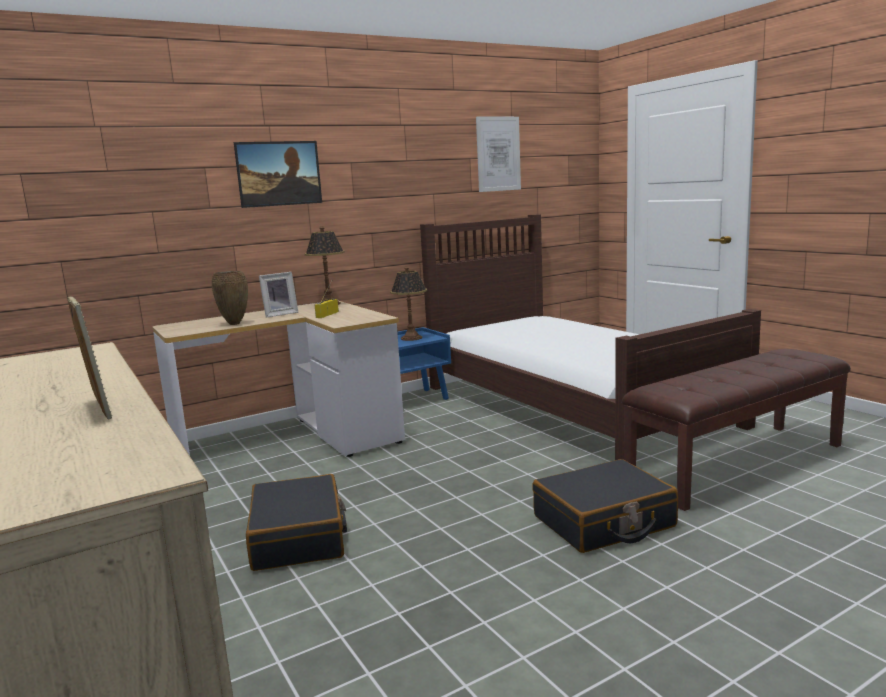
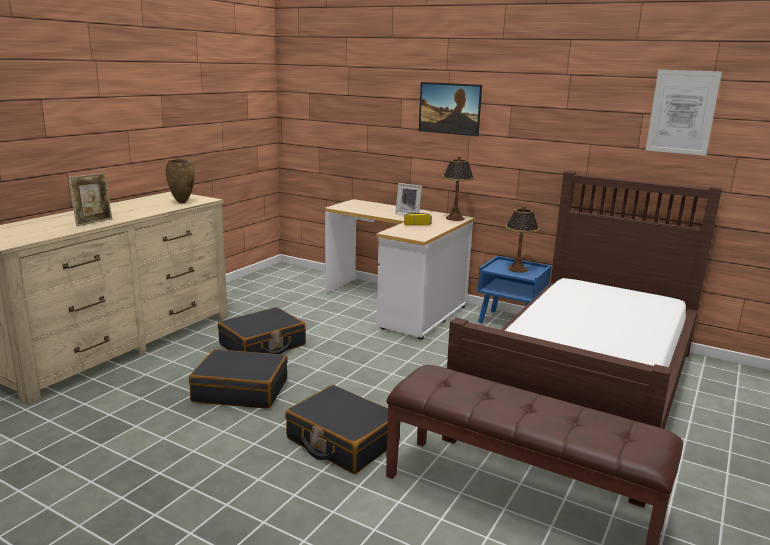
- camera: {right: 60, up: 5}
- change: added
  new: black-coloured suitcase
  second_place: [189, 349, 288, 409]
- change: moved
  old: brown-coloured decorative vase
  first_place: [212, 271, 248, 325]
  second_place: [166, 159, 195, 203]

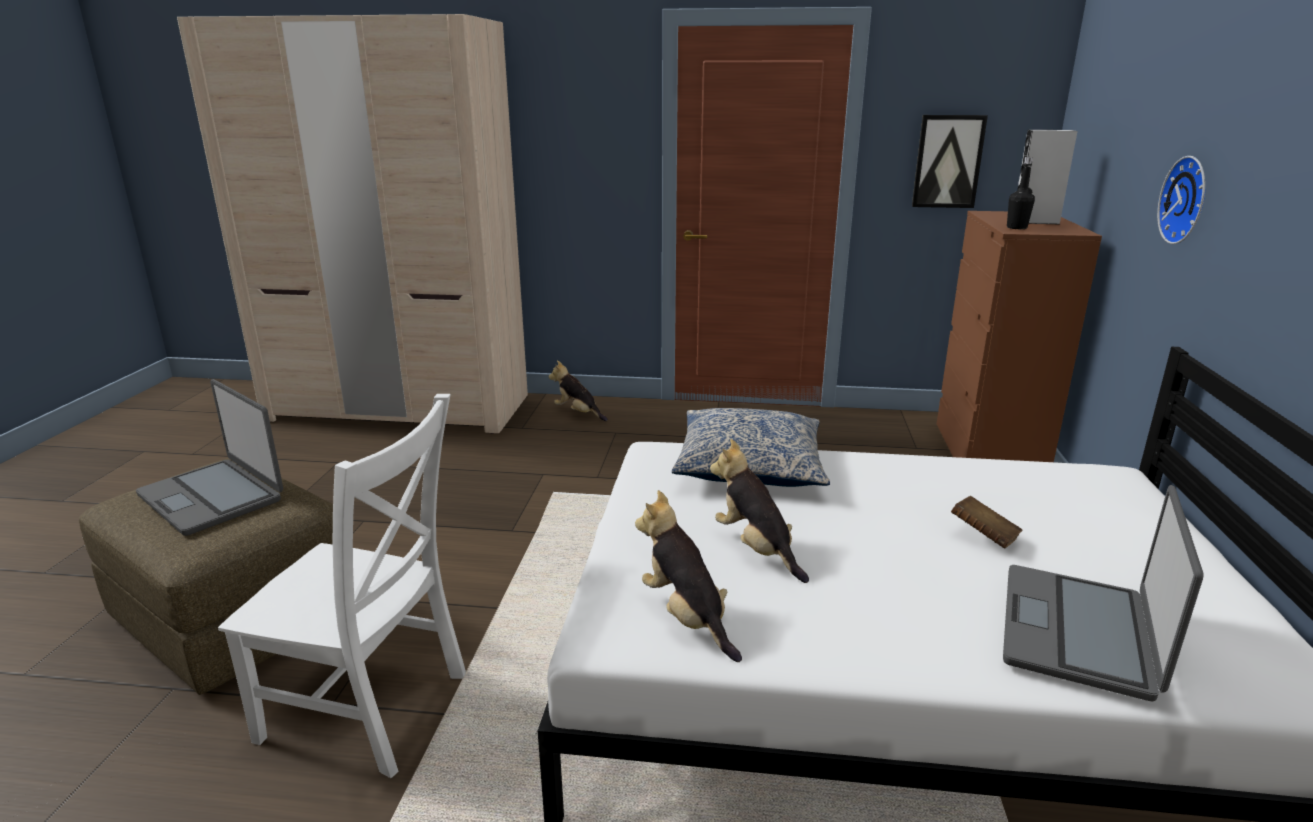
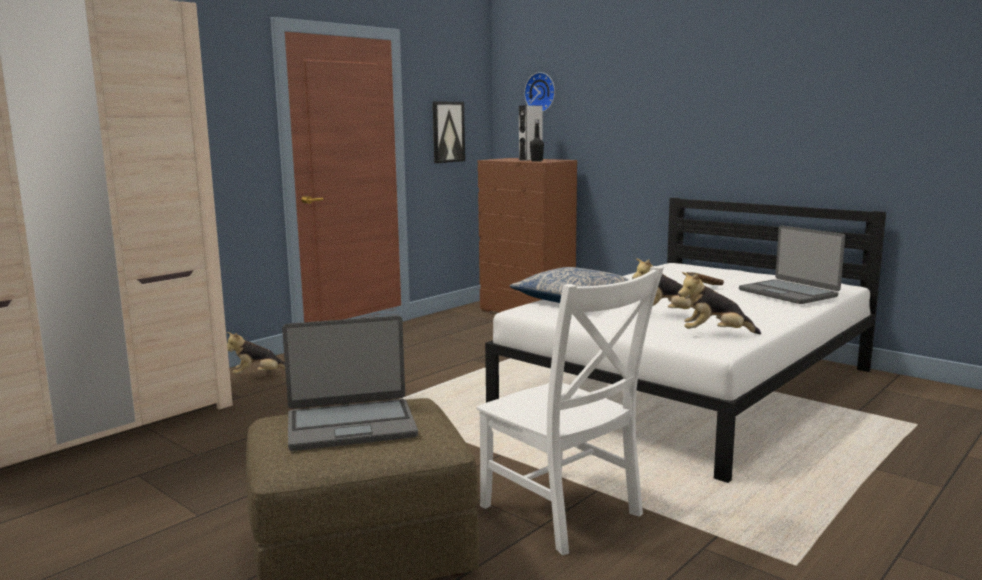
- camera: {right: -55, up: -10}
- change: moved
  old: wall clock
  first_place: [1157, 156, 1205, 244]
  second_place: [524, 72, 555, 112]
- change: turned
  old: white chair
  first_place: [218, 394, 466, 778]
  second_place: [476, 266, 664, 555]
  degrees: 90

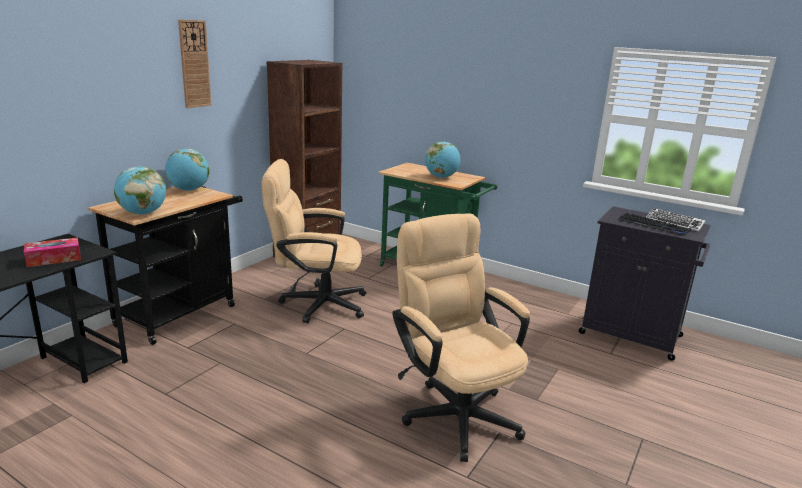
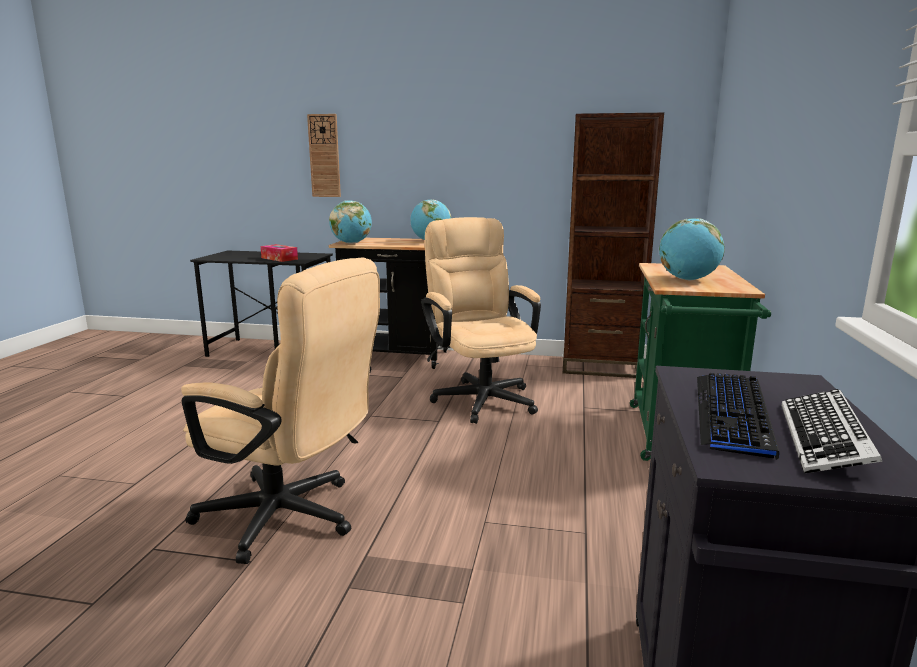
- camera: {right: 70, up: -5}
- change: moved
  old: wall clock
  first_place: [178, 19, 211, 108]
  second_place: [307, 114, 341, 197]
- change: turned
  old: beige-coloured computer chair
  first_place: [392, 213, 530, 462]
  second_place: [181, 258, 380, 564]
  degrees: 75

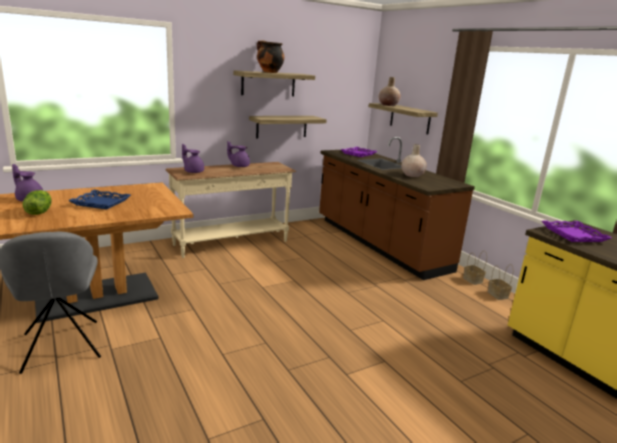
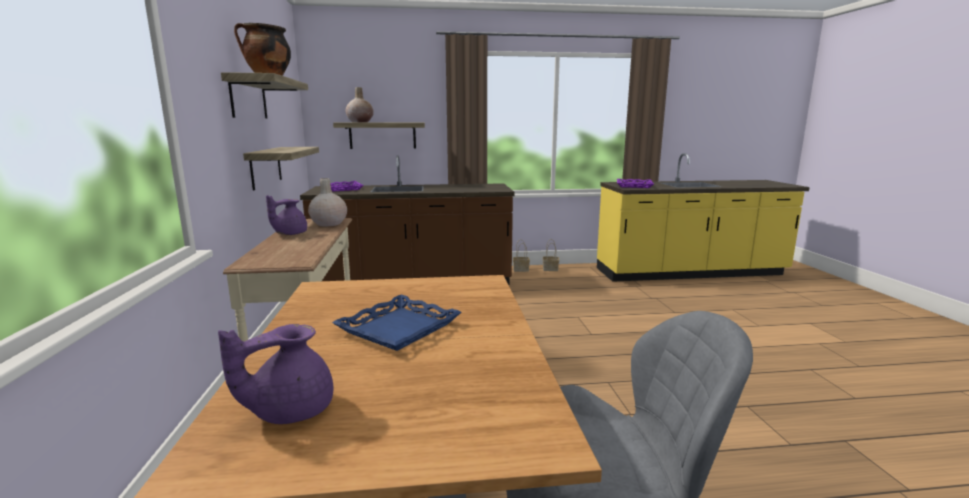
- camera: {right: -65, up: -5}
- change: removed
  old: lettuce head
  first_place: [22, 190, 52, 215]
- change: removed
  old: purple tea pot
  first_place: [182, 144, 204, 173]
- change: moved
  old: beige-coloured decorative vase
  first_place: [401, 144, 427, 177]
  second_place: [308, 178, 347, 226]

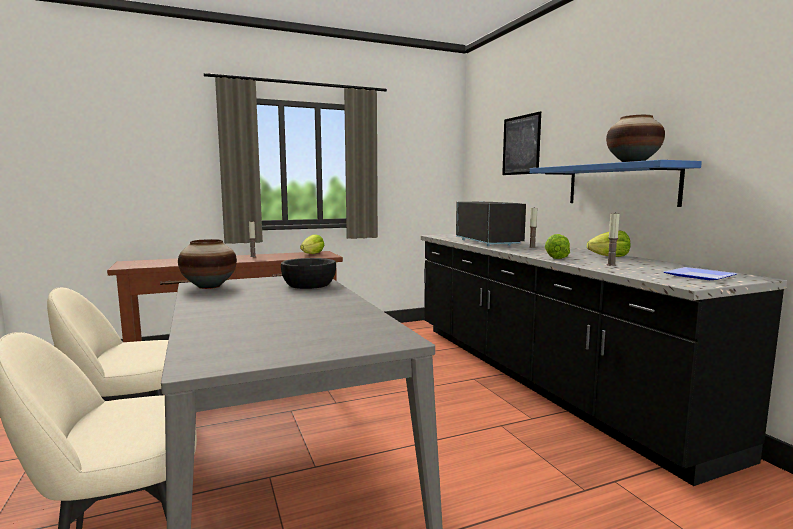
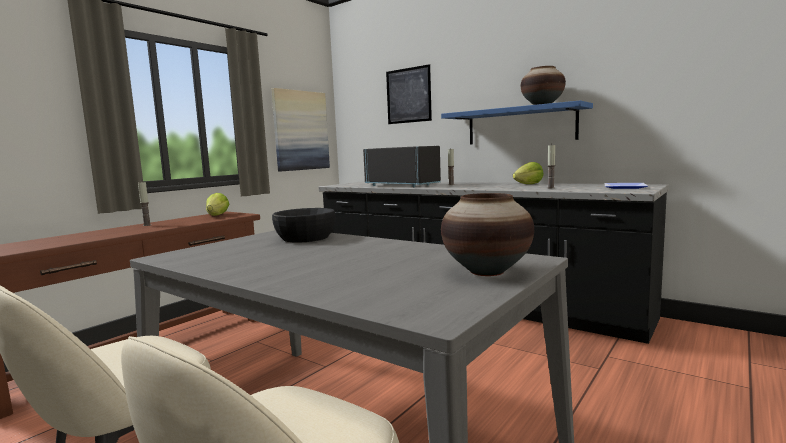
- camera: {right: -30, up: 0}
- change: removed
  old: lettuce head
  first_place: [545, 234, 570, 259]
- change: added
  new: wall art
  second_place: [271, 88, 330, 171]
- change: moved
  old: decorative vase
  first_place: [178, 239, 237, 289]
  second_place: [441, 193, 534, 276]

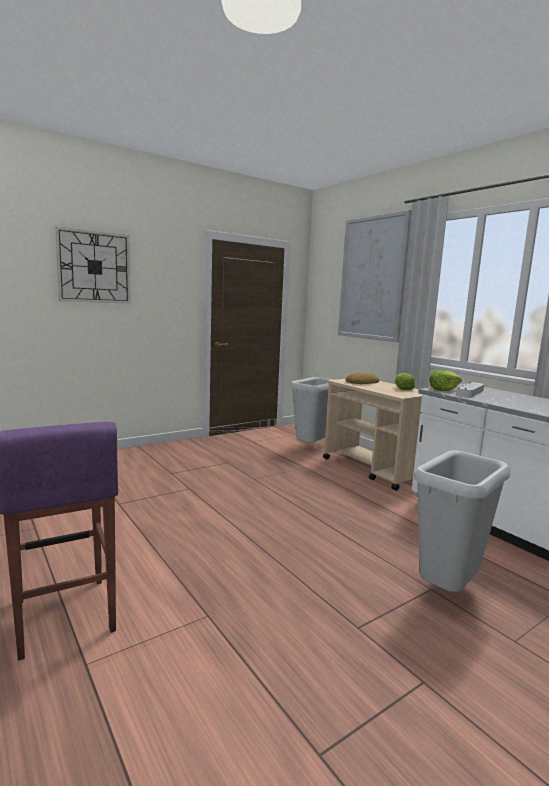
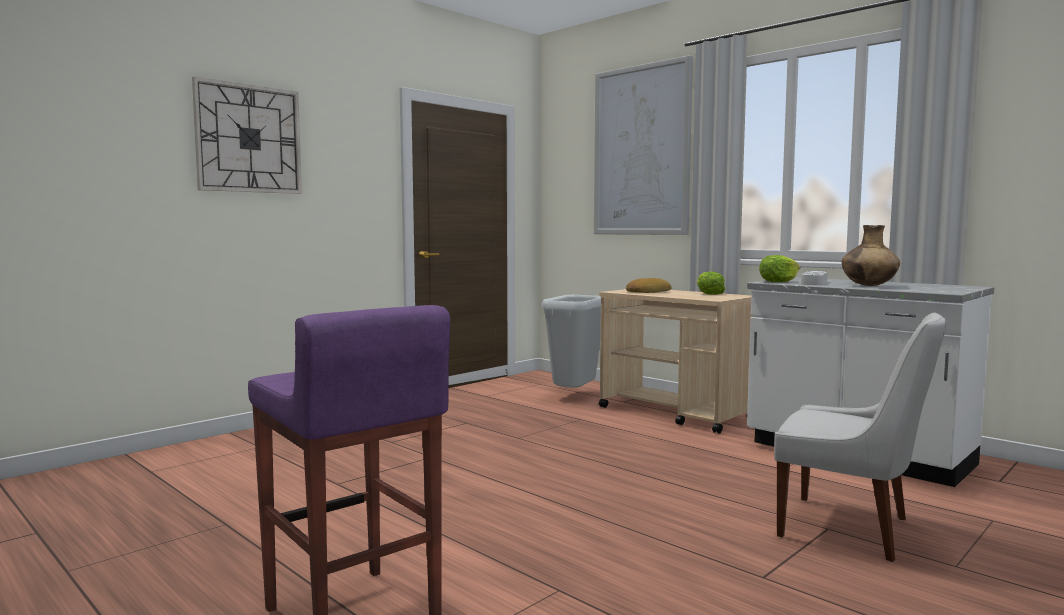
- camera: {right: -10, up: -5}
- change: added
  new: brown-coloured decorative vase
  second_place: [842, 225, 900, 286]
- change: replaced
  old: gray trash can
  new: white chair
  first_place: [414, 450, 510, 592]
  second_place: [774, 312, 947, 562]

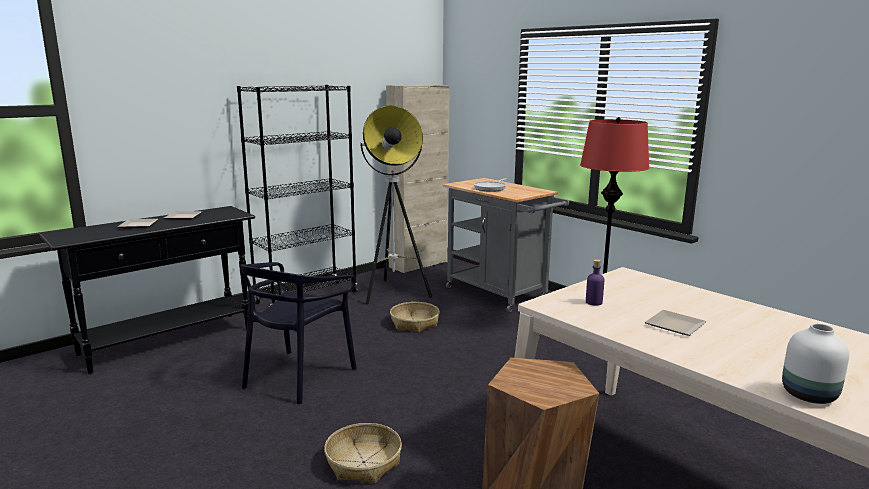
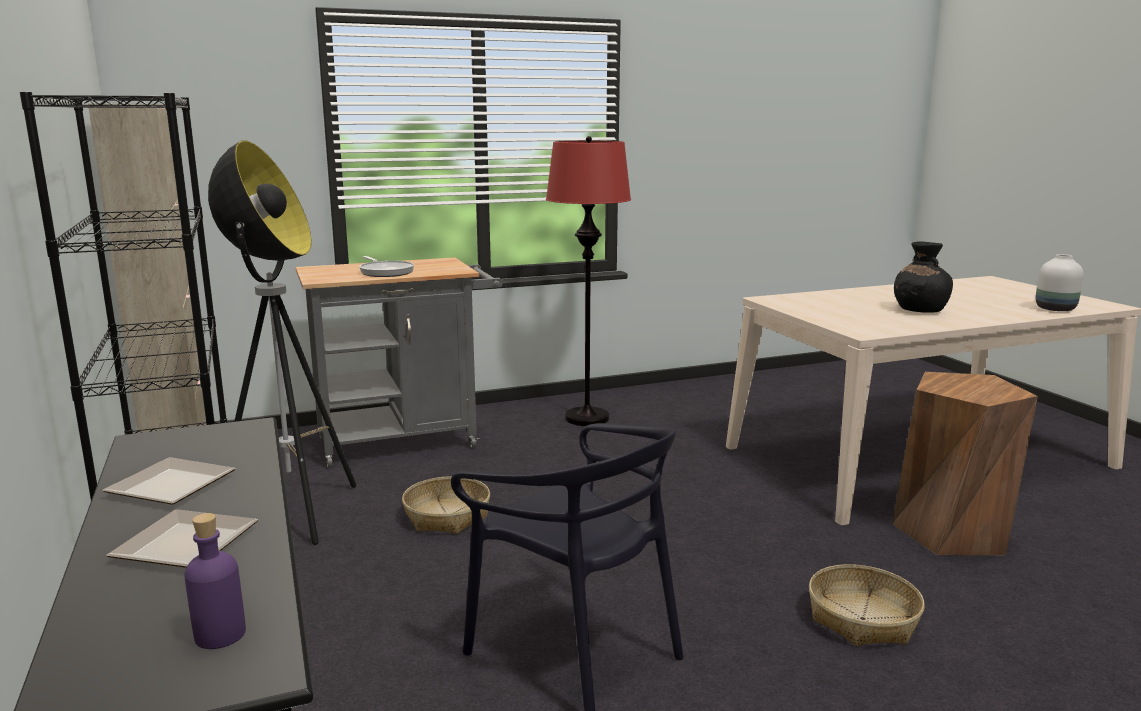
- camera: {right: -70, up: 0}
- change: moved
  old: purple beverage bottle
  first_place: [586, 259, 605, 306]
  second_place: [184, 513, 246, 649]
- change: replaced
  old: plate
  new: black-coloured decorative vase
  first_place: [645, 310, 707, 336]
  second_place: [894, 241, 953, 313]

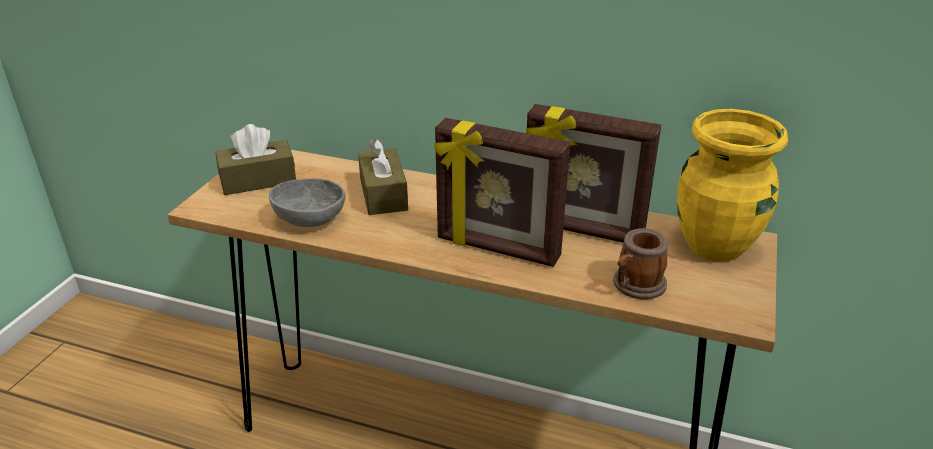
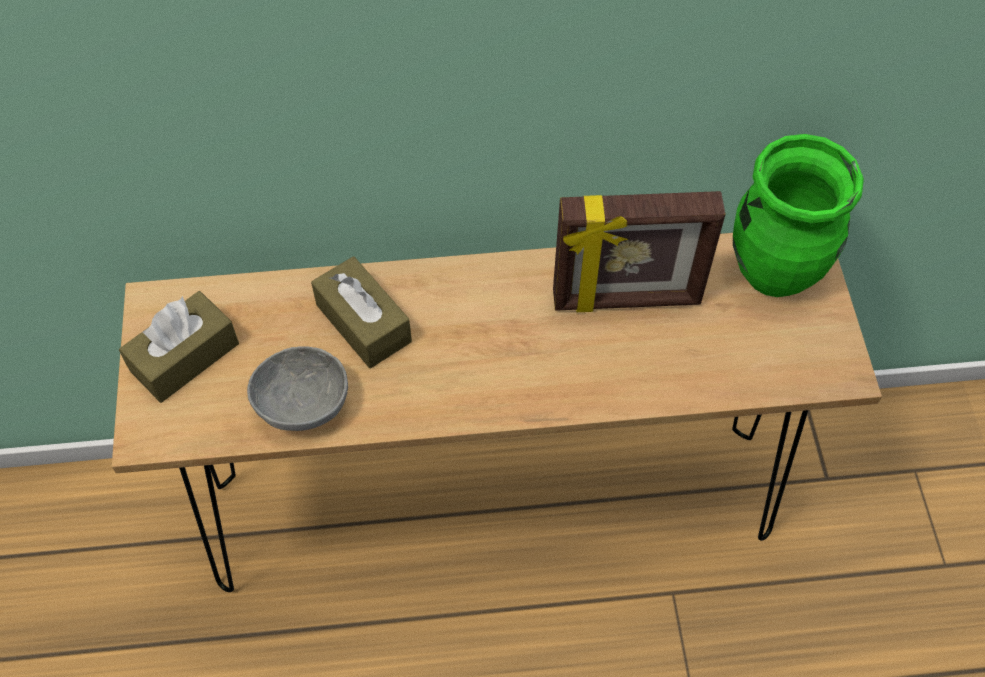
- camera: {right: -25, up: 25}
- change: removed
  old: photo frame
  first_place: [434, 118, 570, 267]
- change: removed
  old: mug
  first_place: [613, 228, 668, 299]
- change: recoloured
  old: yellowish decorative vase
  new: green decorative vase
  first_place: [677, 109, 788, 262]
  second_place: [733, 134, 864, 297]

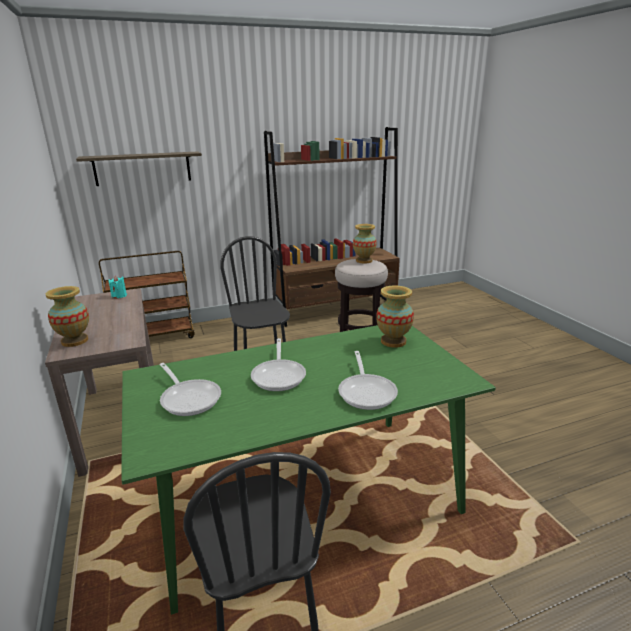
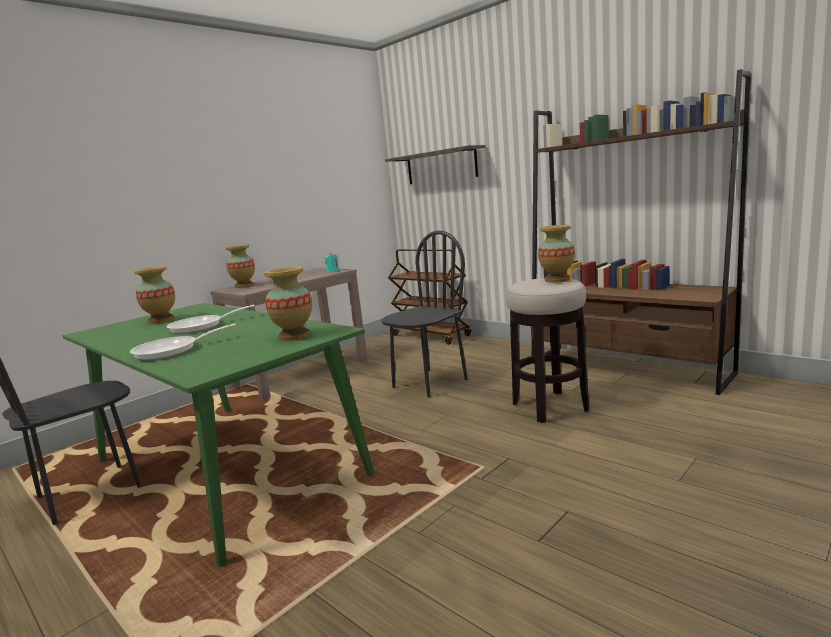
- camera: {right: 65, up: -10}
- change: replaced
  old: skillet
  new: decorative vase
  first_place: [160, 363, 221, 416]
  second_place: [134, 266, 175, 324]

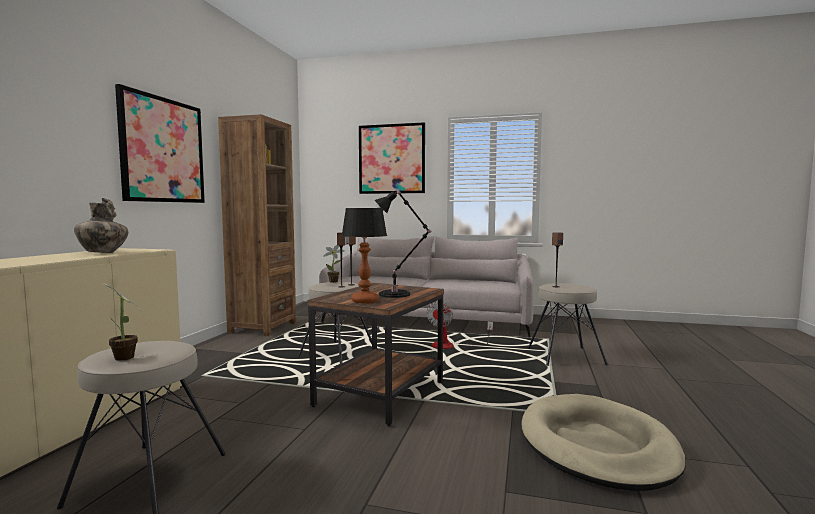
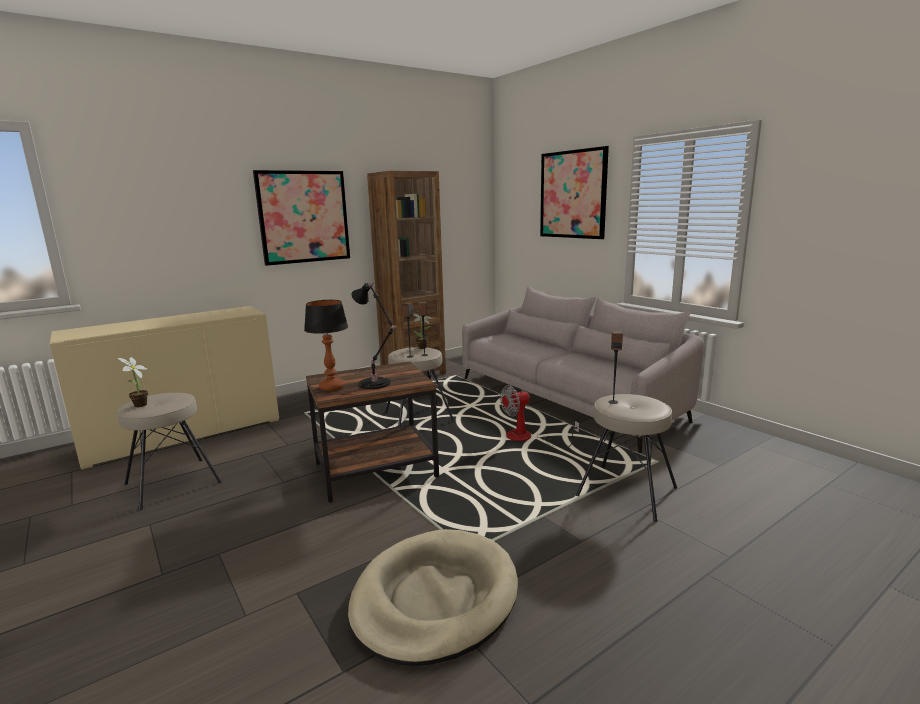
- camera: {right: 40, up: 10}
- change: removed
  old: decorative vase
  first_place: [74, 198, 128, 253]

